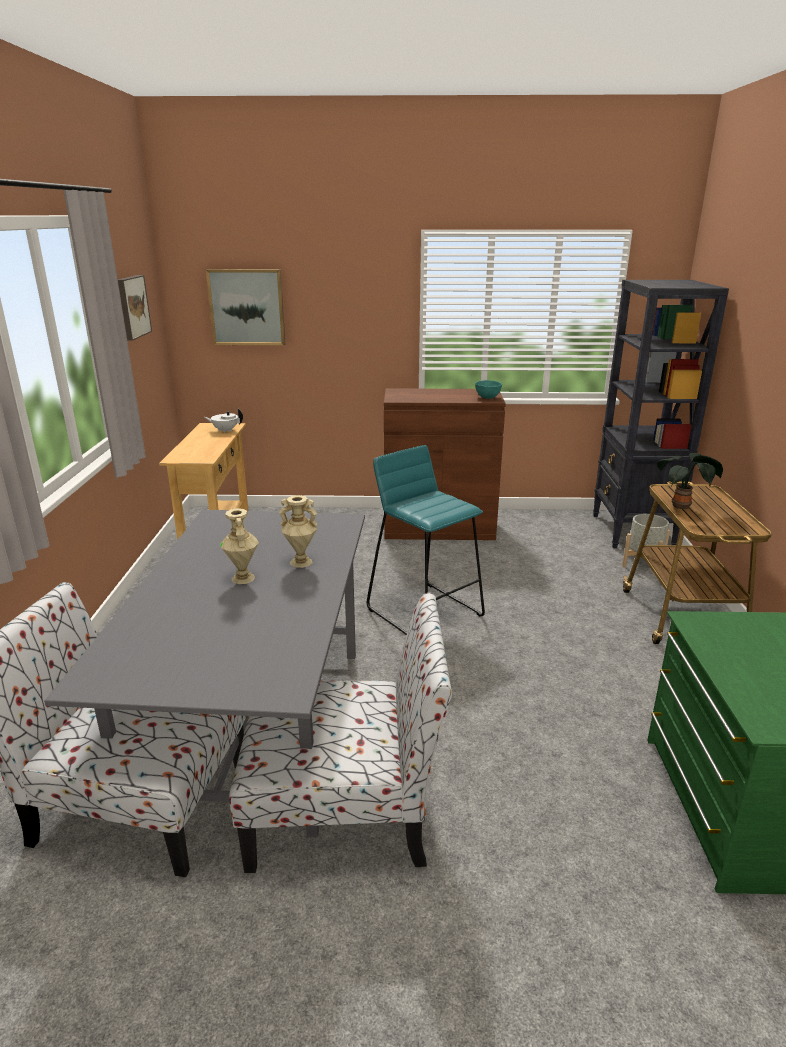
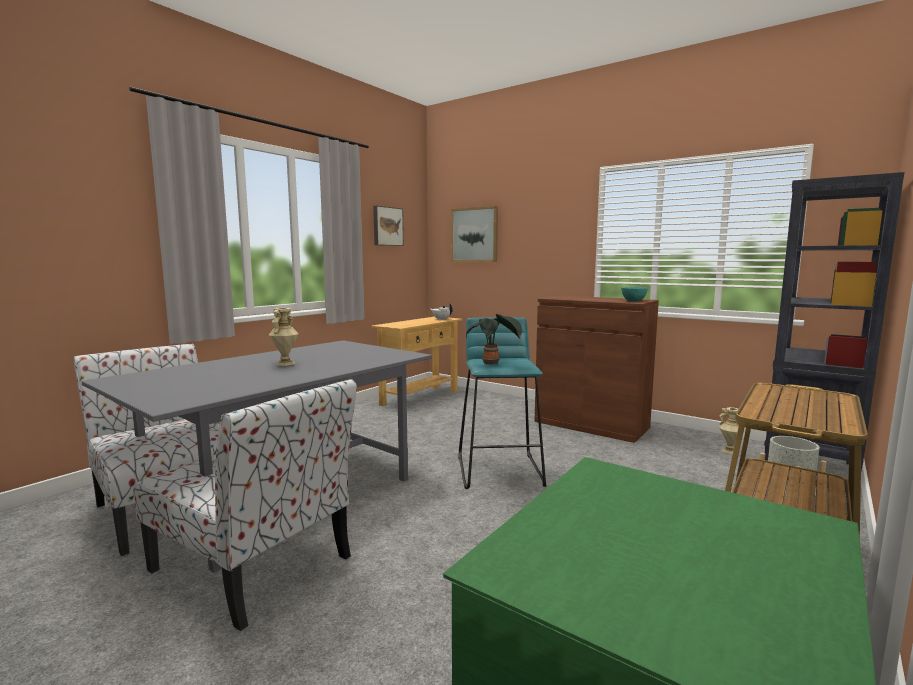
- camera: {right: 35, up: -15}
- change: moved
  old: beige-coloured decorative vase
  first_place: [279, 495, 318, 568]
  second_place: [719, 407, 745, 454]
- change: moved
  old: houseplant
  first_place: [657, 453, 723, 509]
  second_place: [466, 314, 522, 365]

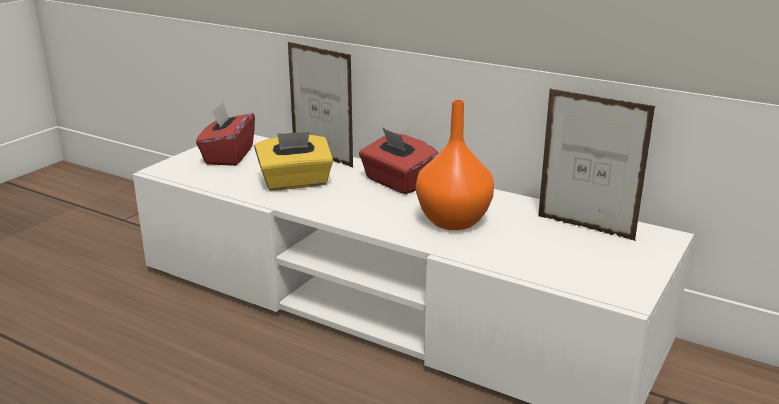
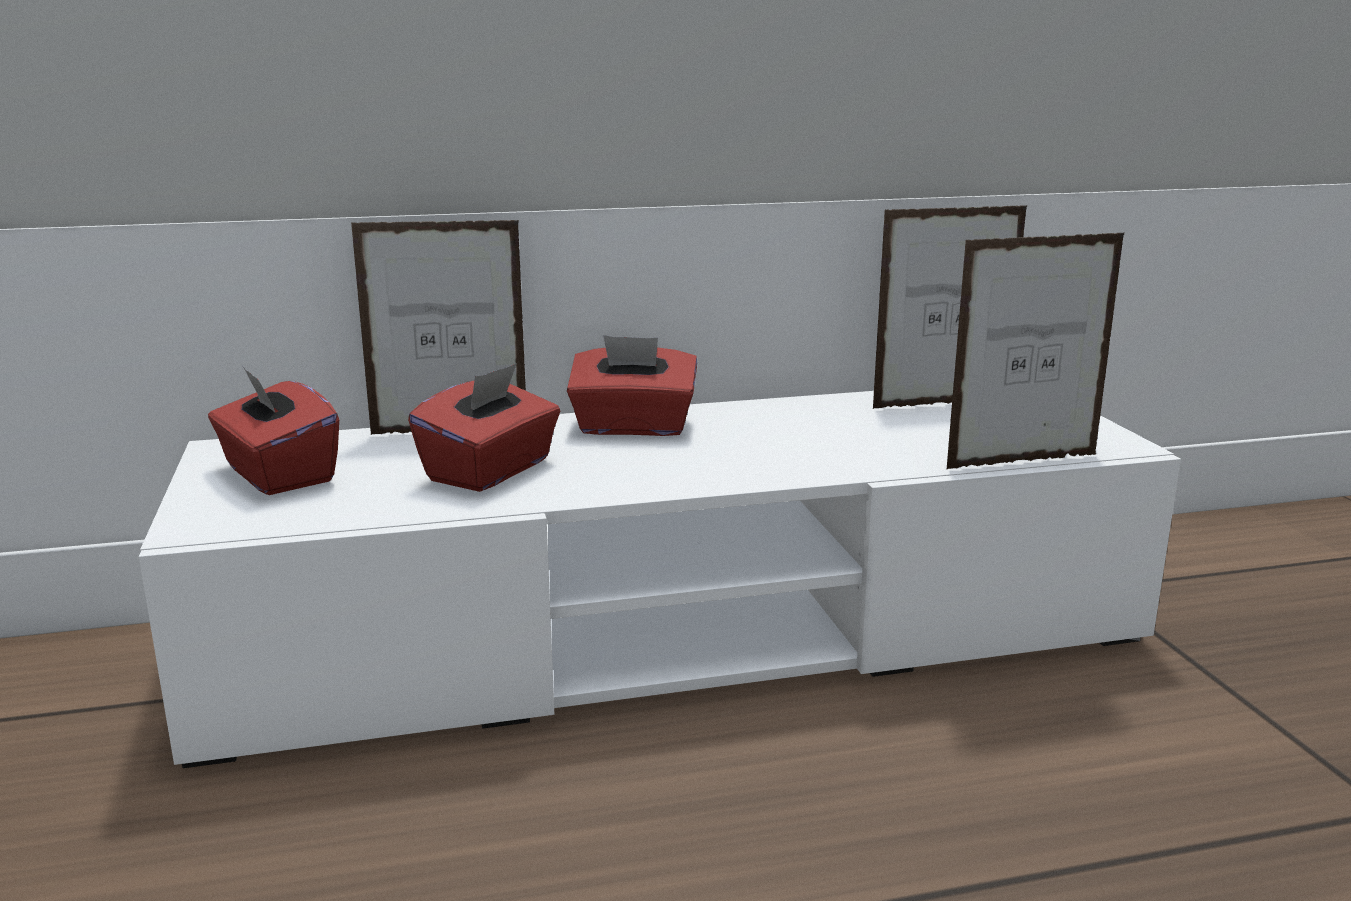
- camera: {right: -45, up: -5}
- change: removed
  old: orangey decorative vase
  first_place: [416, 100, 494, 230]
- change: added
  new: photo frame
  second_place: [947, 232, 1125, 469]
- change: recoloured
  old: yellowish box of tissues
  new: red-coloured box of tissues
  first_place: [254, 132, 333, 191]
  second_place: [408, 363, 560, 492]

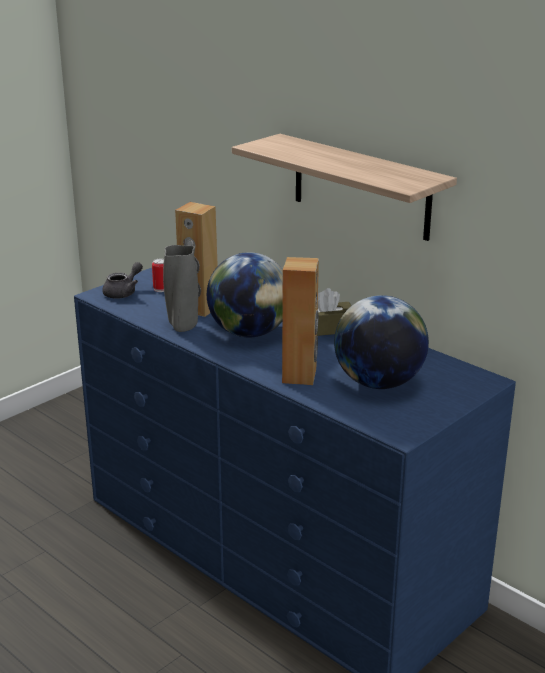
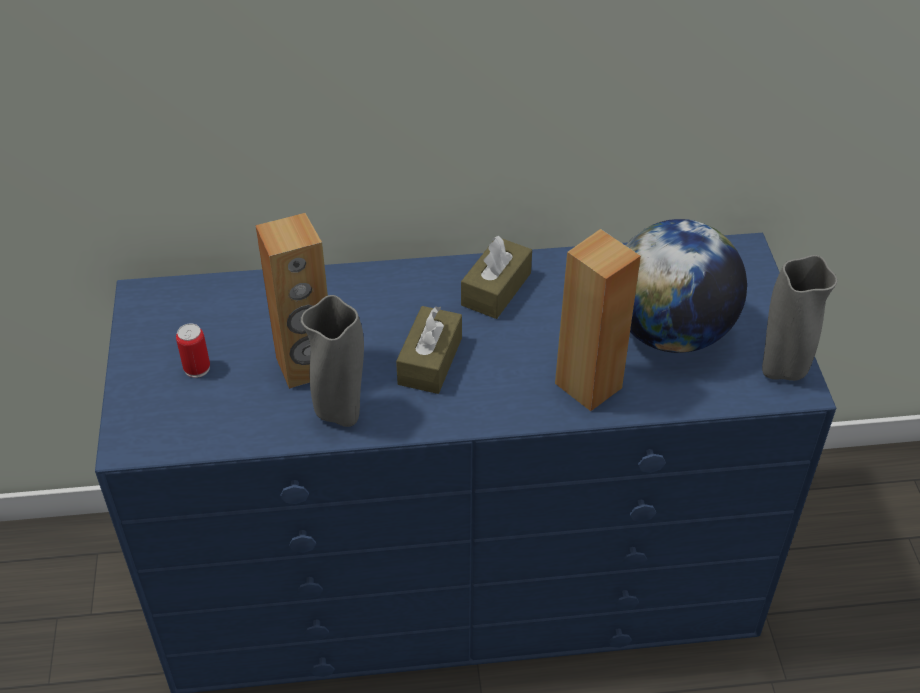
- camera: {right: -50, up: 20}
- change: removed
  old: gray tea pot
  first_place: [102, 262, 143, 299]
- change: removed
  old: shelf
  first_place: [232, 134, 457, 241]
- change: added
  new: gray decorative vase
  second_place: [762, 255, 837, 381]
- change: replaced
  old: desk globe
  new: brown-coloured box of tissues
  first_place: [207, 252, 283, 337]
  second_place: [396, 306, 462, 394]

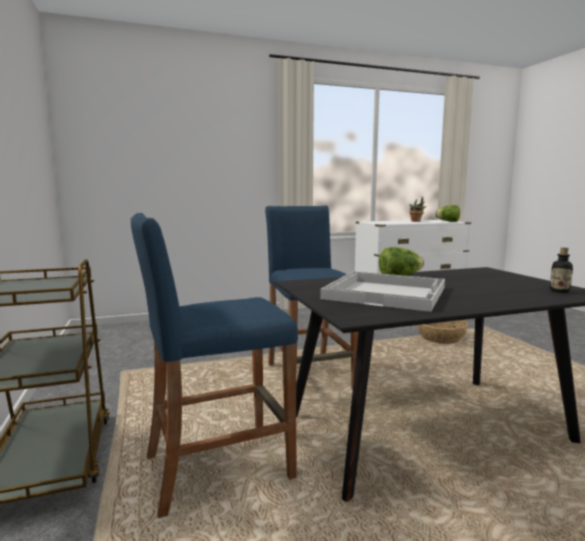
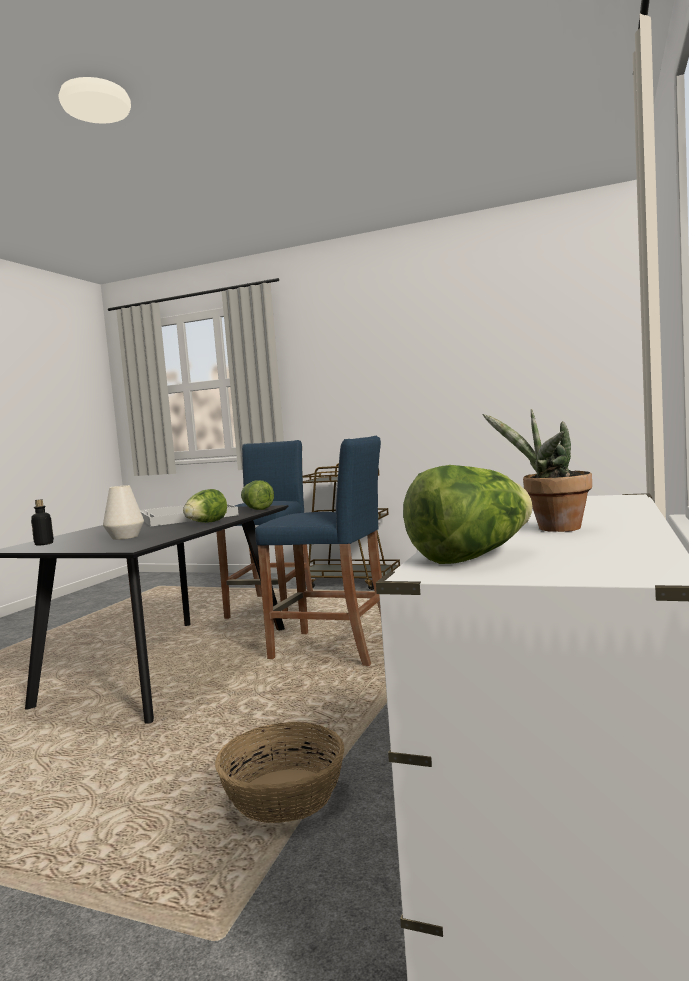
- camera: {right: 130, up: -5}
- change: added
  new: white decorative vase
  second_place: [103, 485, 144, 540]
- change: added
  new: lettuce head
  second_place: [241, 480, 274, 510]

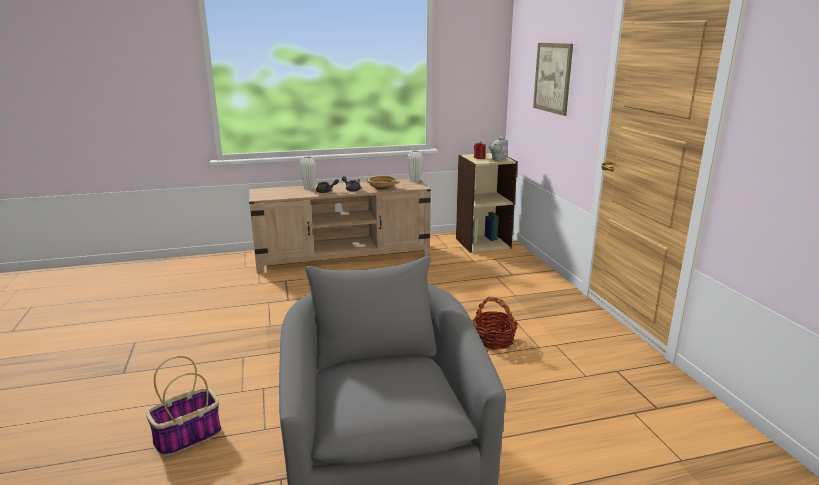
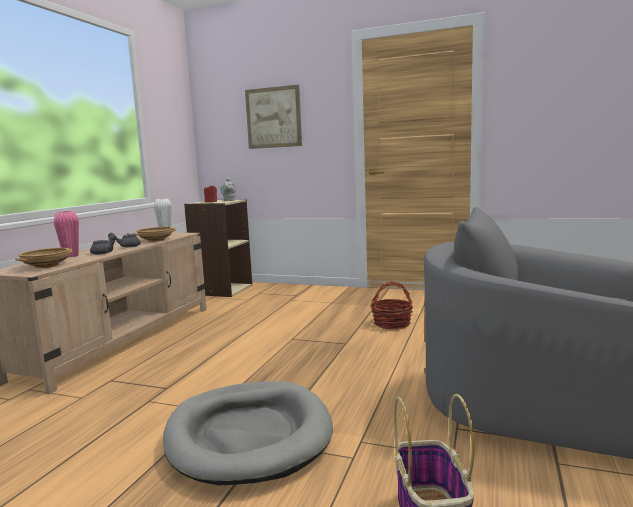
- camera: {right: -55, up: -10}
- change: added
  new: beige-coloured bowl
  second_place: [15, 248, 73, 268]
- change: added
  new: gray pet bed
  second_place: [163, 381, 333, 485]
- change: recoloured
  old: white decorative vase
  new: pink-coloured decorative vase
  first_place: [300, 156, 316, 190]
  second_place: [54, 211, 79, 257]

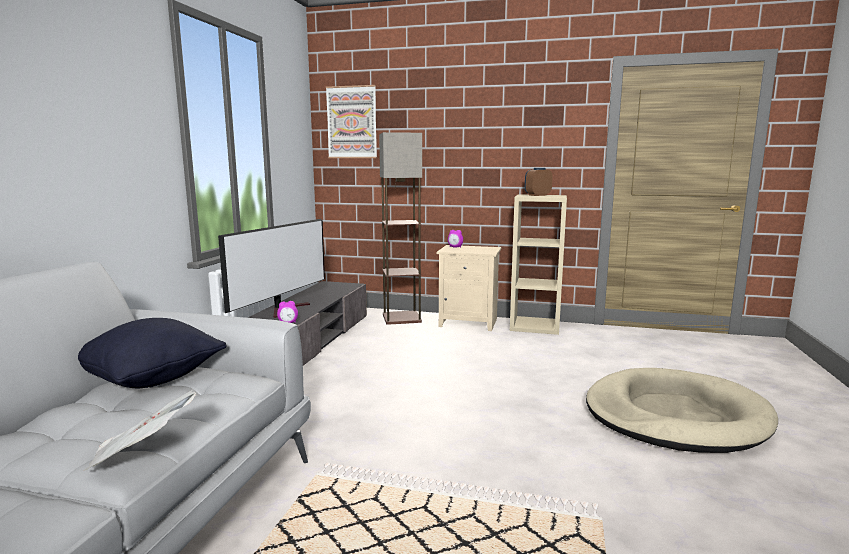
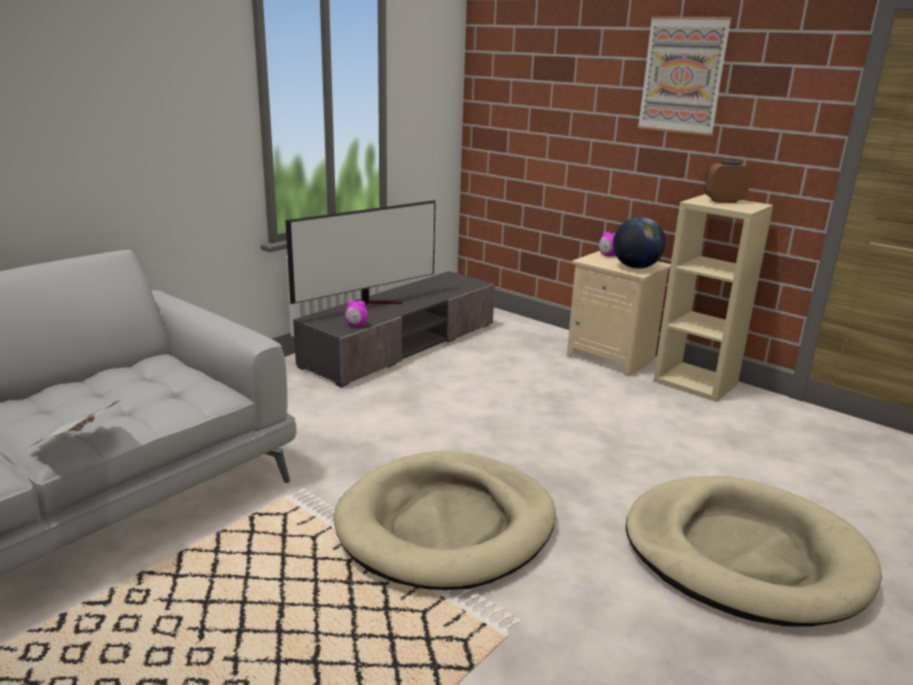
- camera: {right: 25, up: 10}
- change: removed
  old: black-coloured pillow
  first_place: [78, 318, 227, 388]
- change: removed
  old: standard lamp
  first_place: [379, 132, 422, 325]
- change: added
  new: beige-coloured pet bed
  second_place: [334, 451, 556, 590]
- change: added
  new: desk globe
  second_place: [613, 217, 666, 269]
- change: moved
  old: wall art
  first_place: [326, 85, 377, 158]
  second_place: [637, 16, 732, 136]

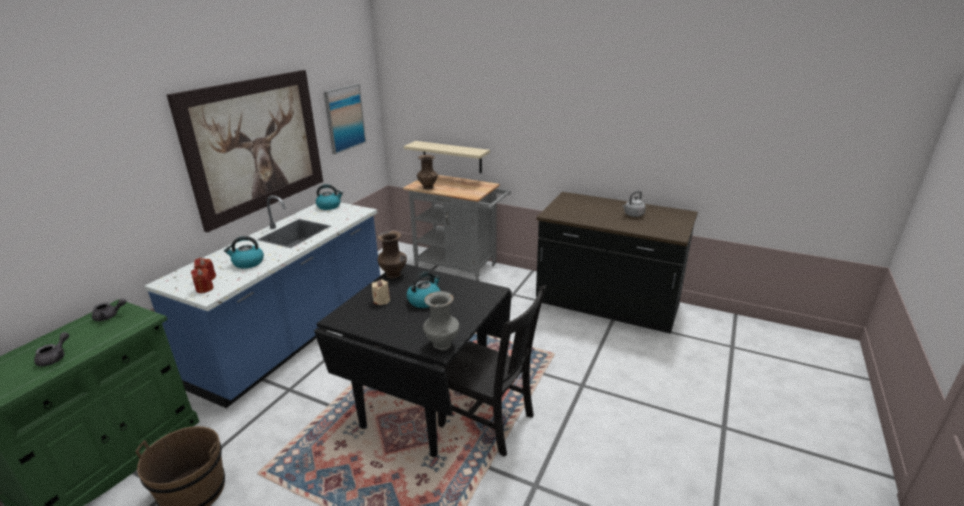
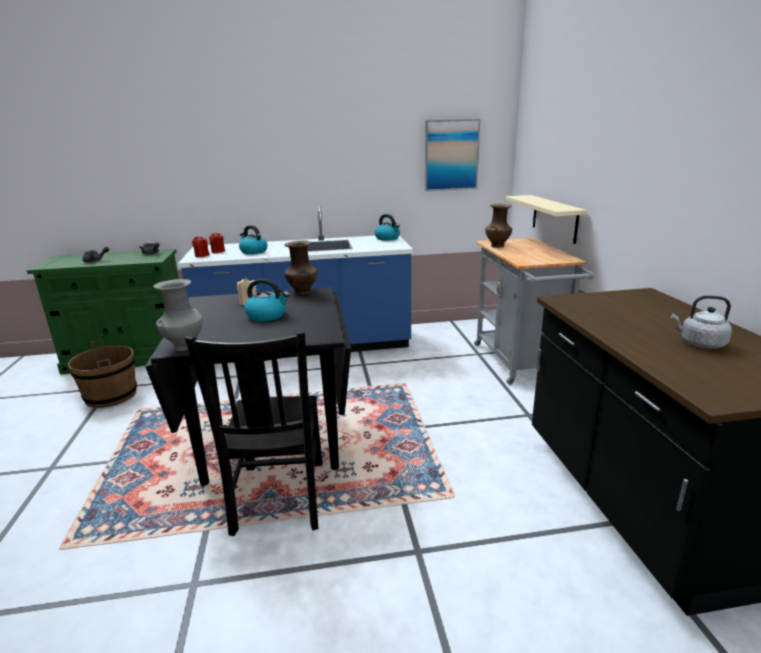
- camera: {right: 55, up: -5}
- change: removed
  old: wall art
  first_place: [167, 70, 323, 232]

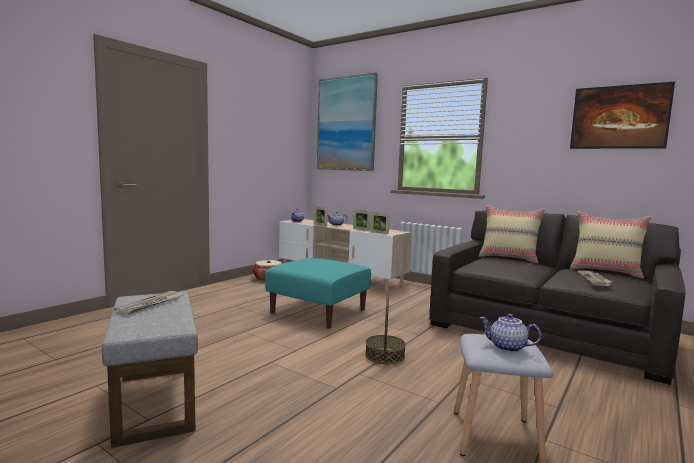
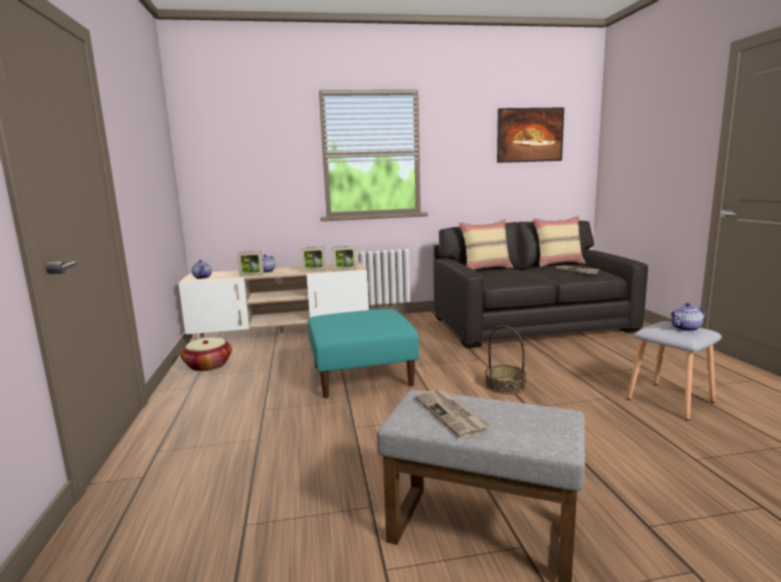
- camera: {right: -45, up: 5}
- change: removed
  old: wall art
  first_place: [317, 73, 378, 171]

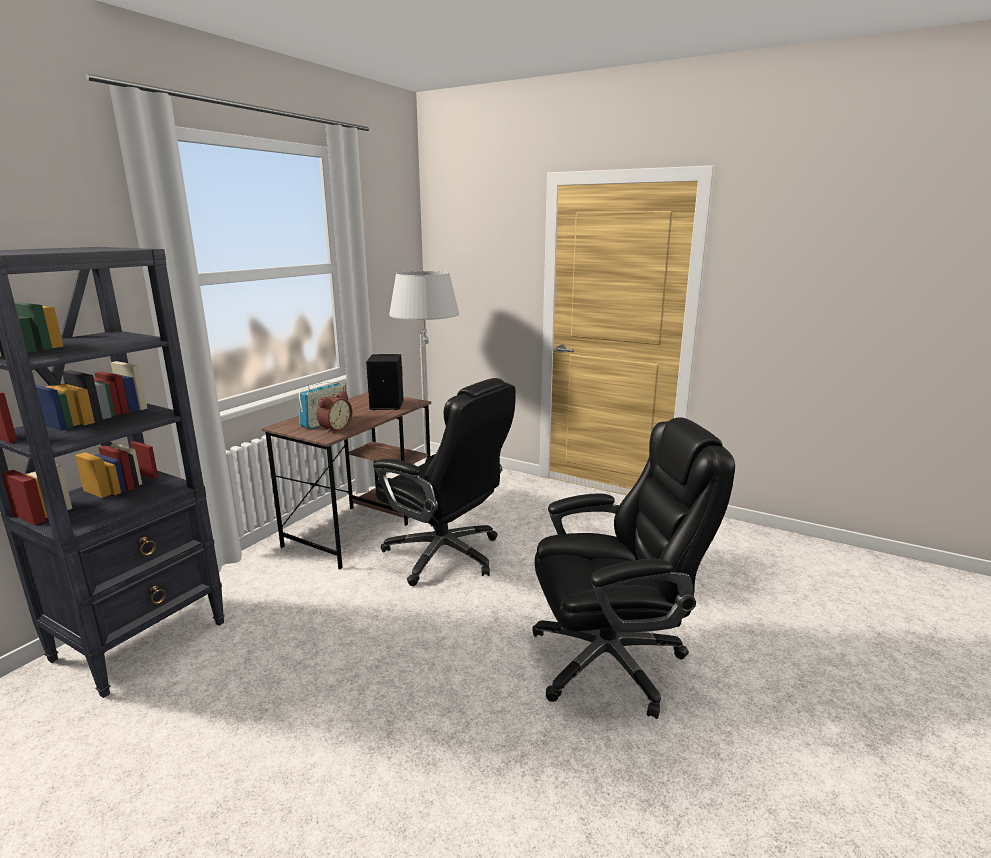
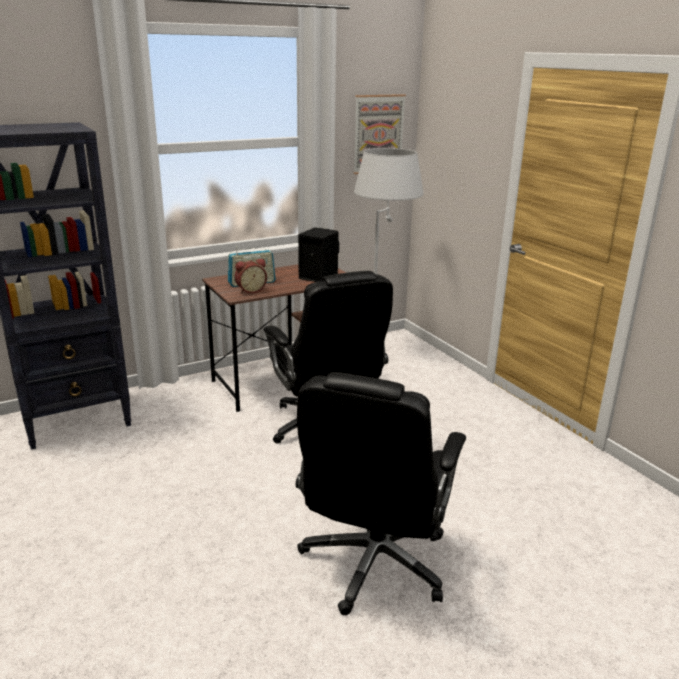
- camera: {right: 30, up: 5}
- change: added
  new: wall art
  second_place: [353, 94, 406, 174]
- change: turned
  old: black-coloured computer chair
  first_place: [532, 417, 735, 719]
  second_place: [296, 372, 466, 615]
  degrees: 90

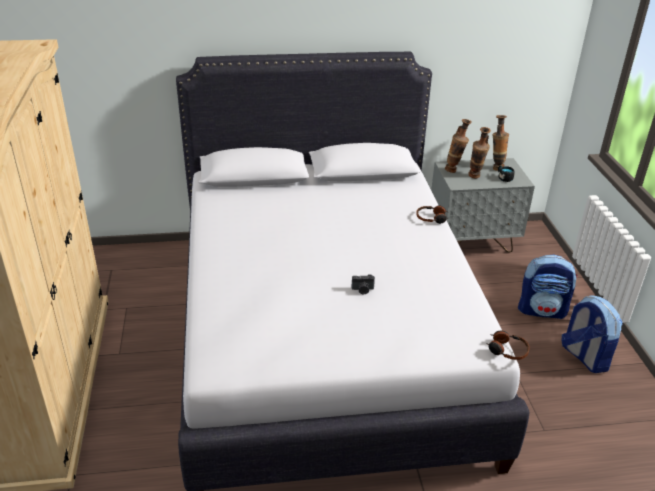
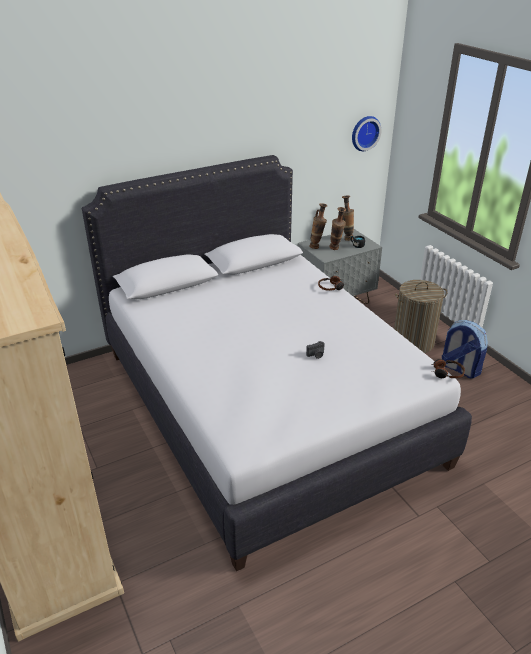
- camera: {right: -20, up: 0}
- change: added
  new: wall clock
  second_place: [352, 116, 381, 151]
- change: replaced
  old: backpack
  new: washing basket
  first_place: [518, 255, 577, 319]
  second_place: [394, 280, 447, 353]

